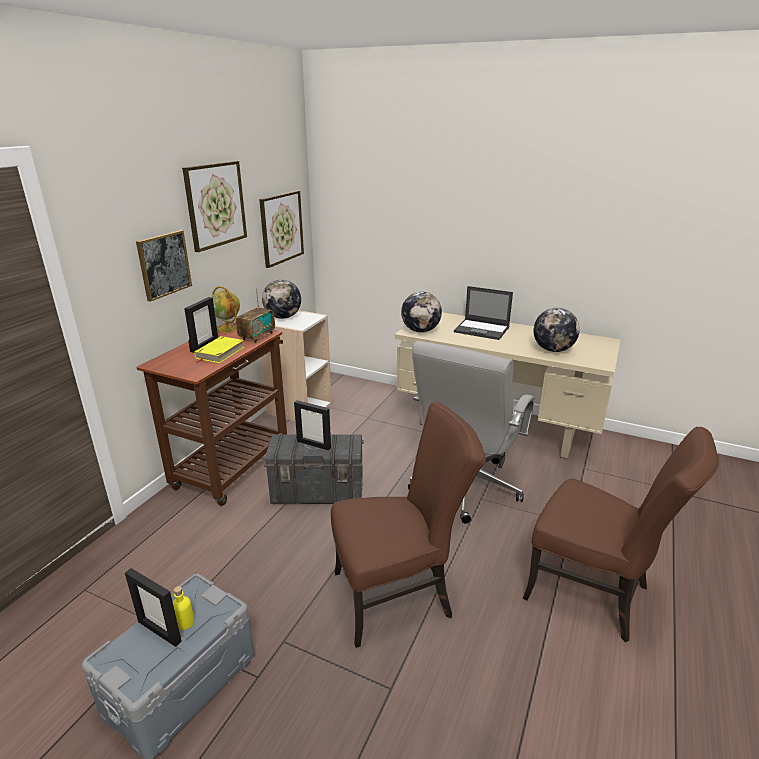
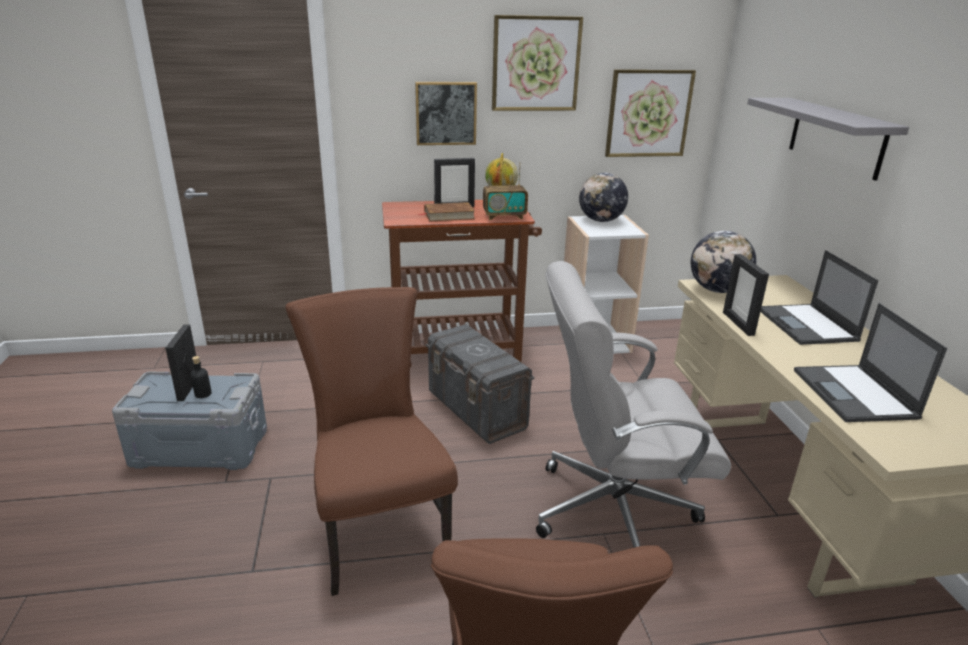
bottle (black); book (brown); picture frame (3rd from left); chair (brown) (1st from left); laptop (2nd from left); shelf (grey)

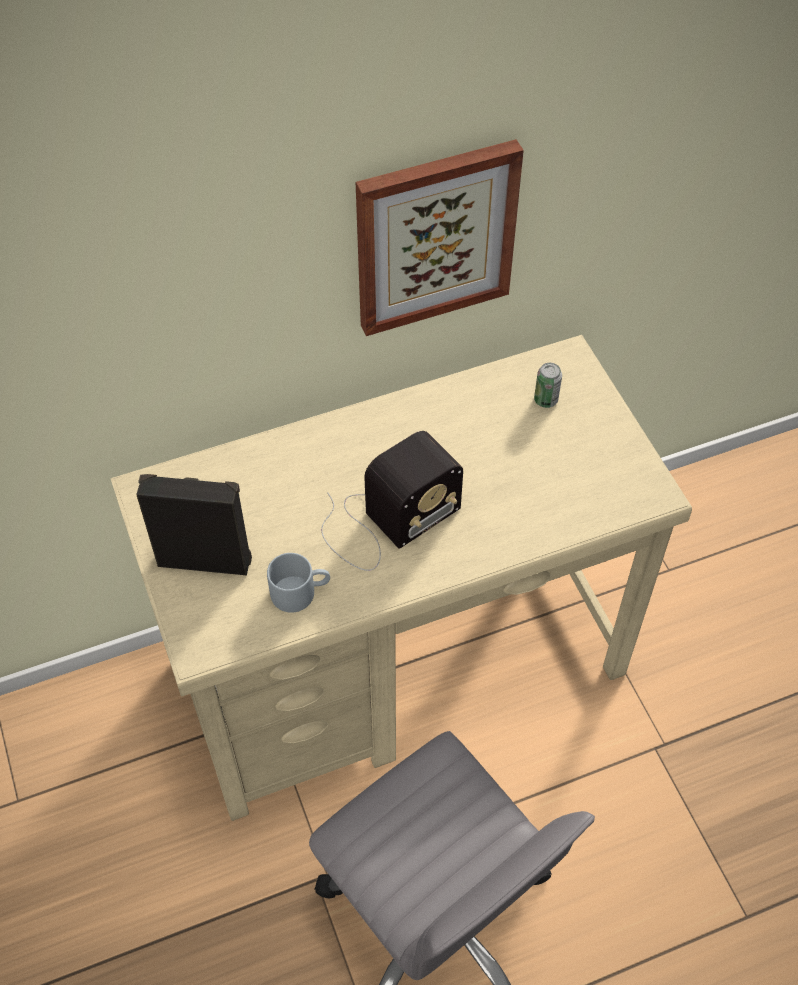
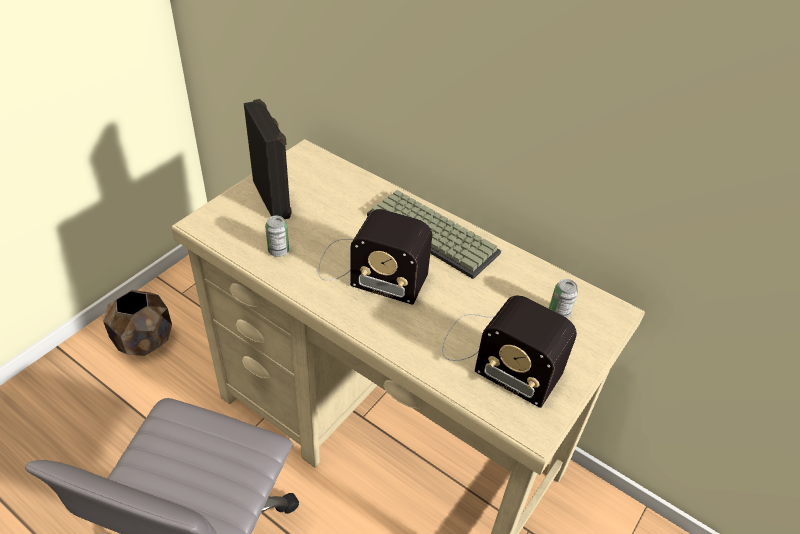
can (1st from left); picture; planter (brown); keyboard; radio (2nd from left)

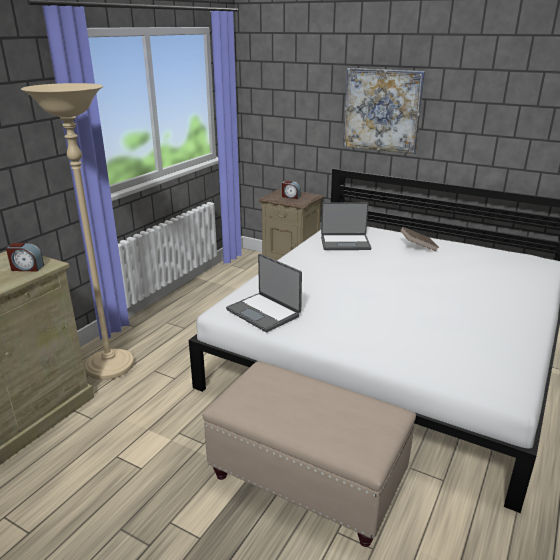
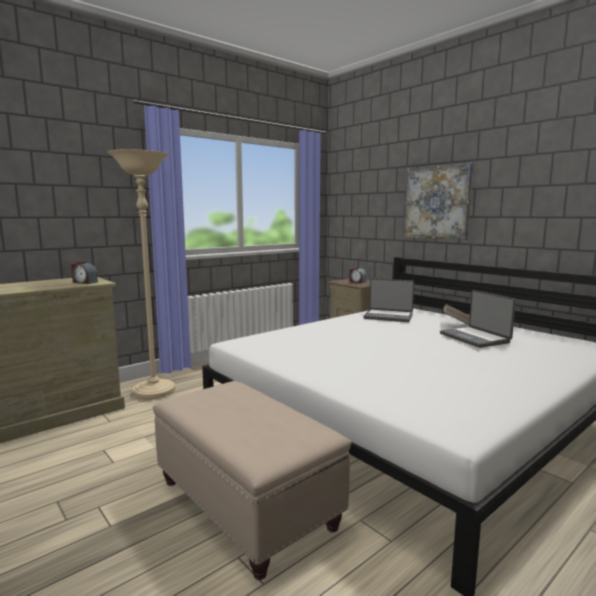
laptop (2nd from left)

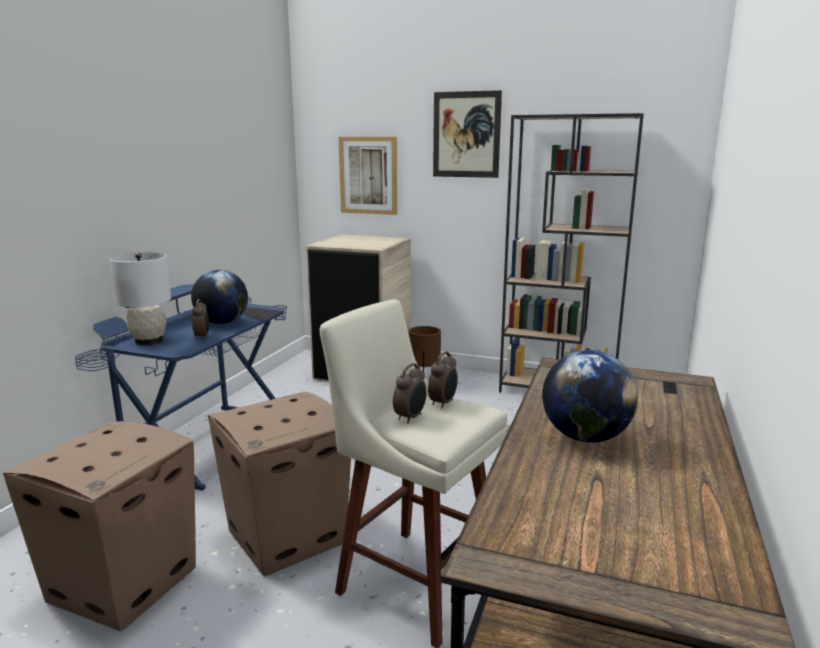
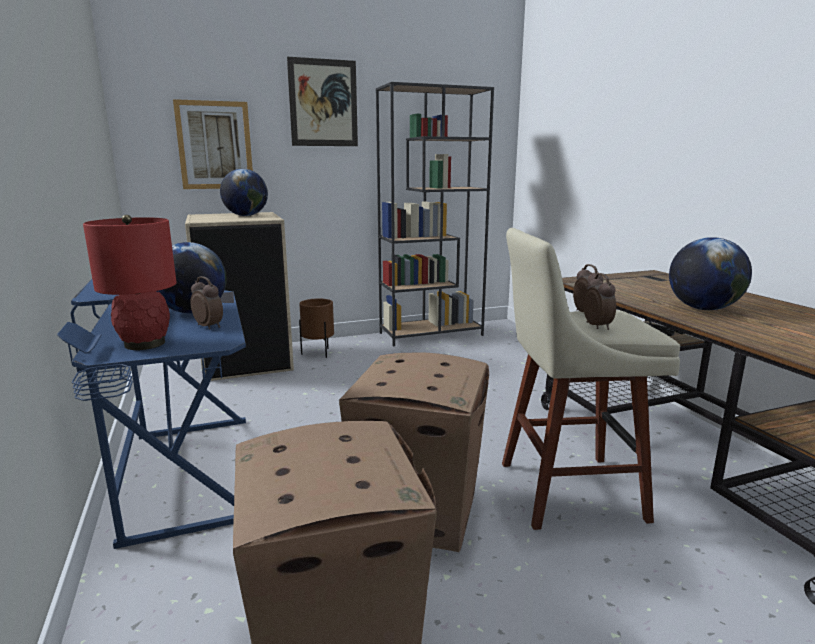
table lamp (red); globe (2nd from left)

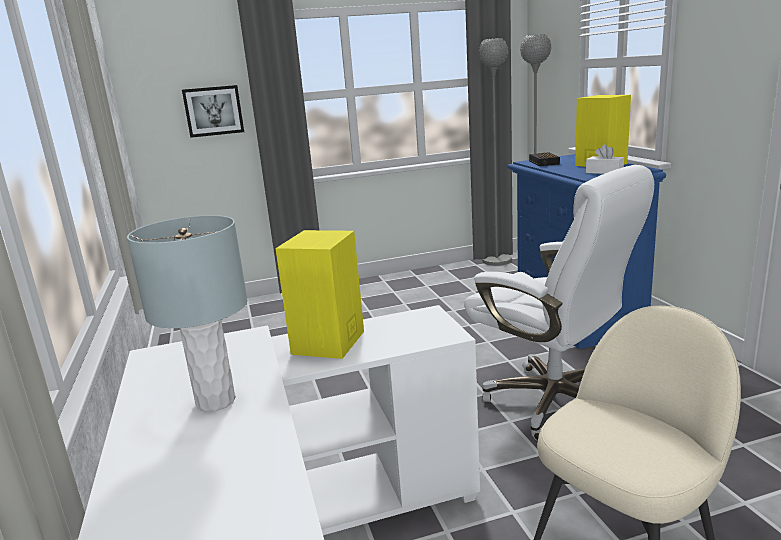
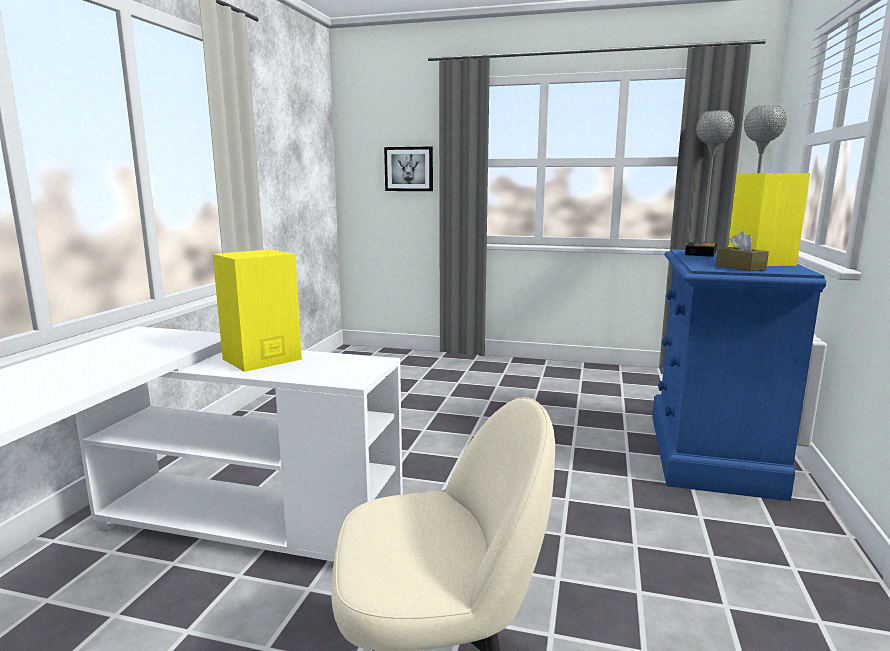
table lamp (grey); office chair (white); tissue box (brown)

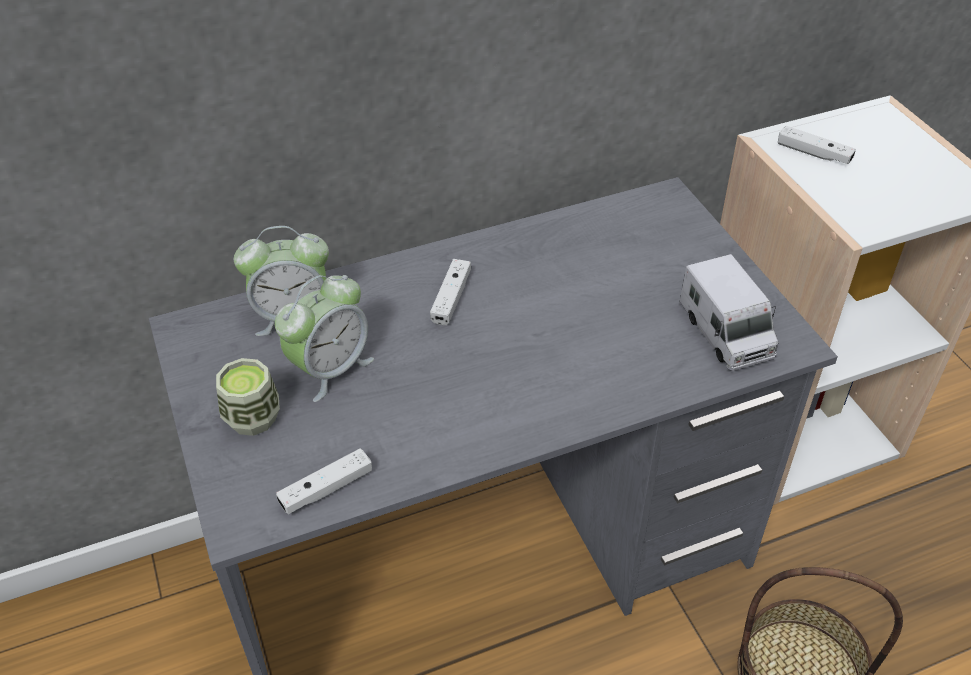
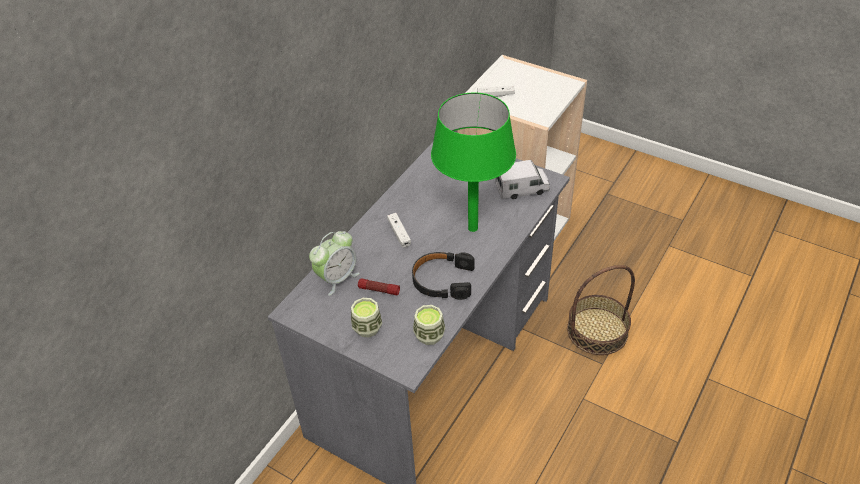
flashlight; cup (2nd from left); toy truck; headphones (black); table lamp (green)

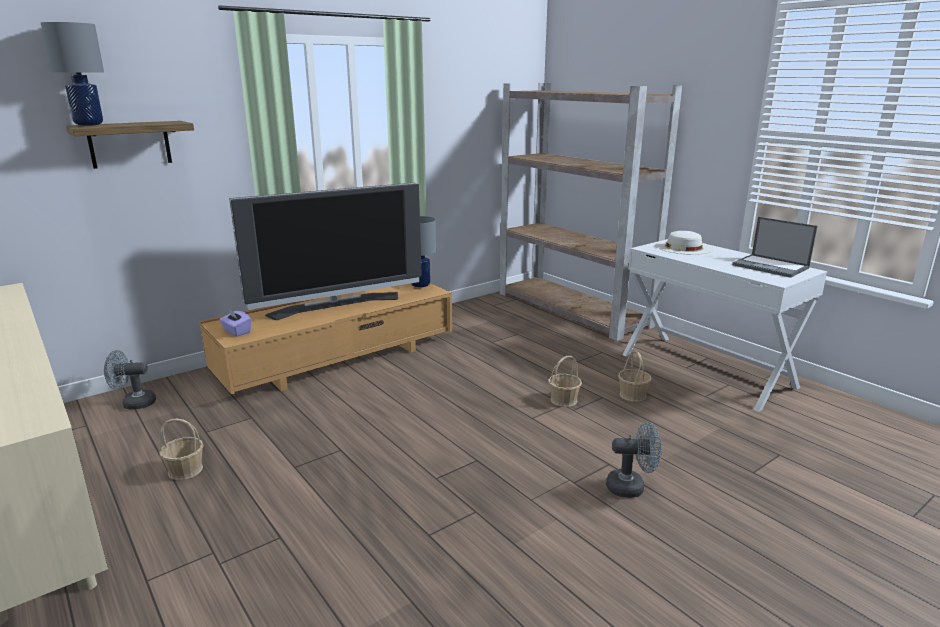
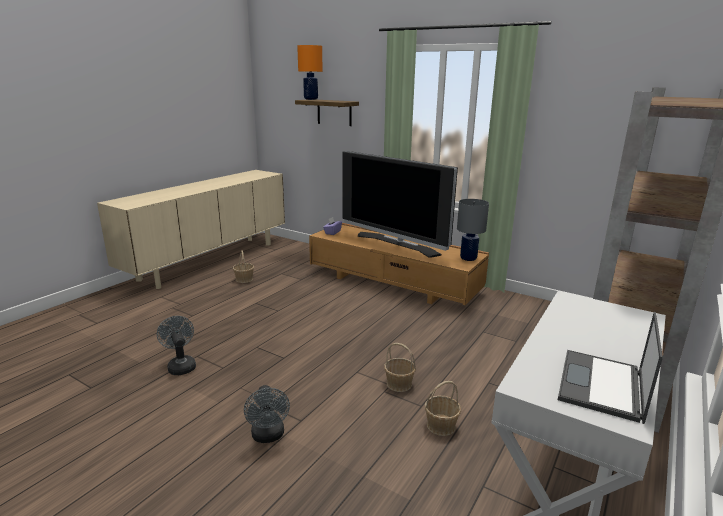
table lamp (orange); fan (grey) (1st from left); hat (white)

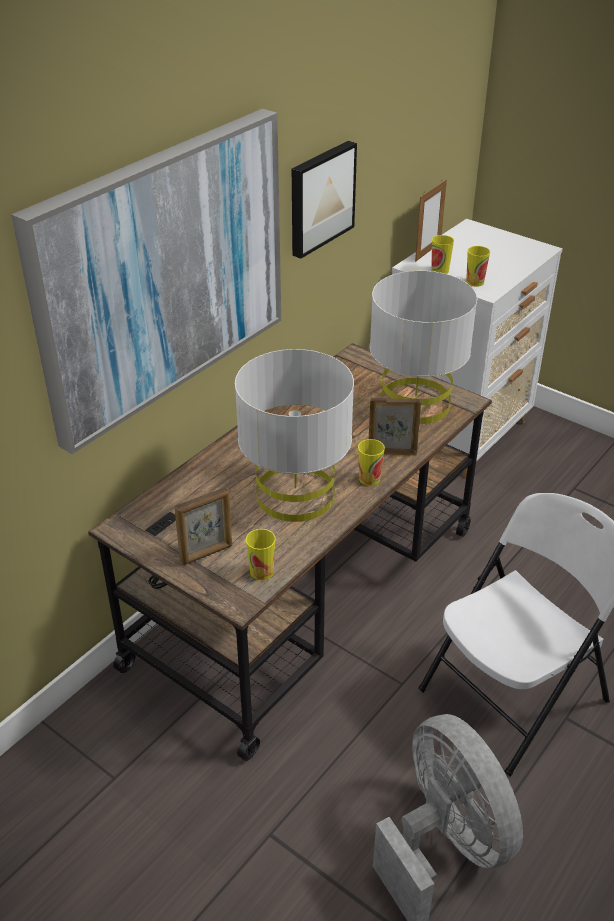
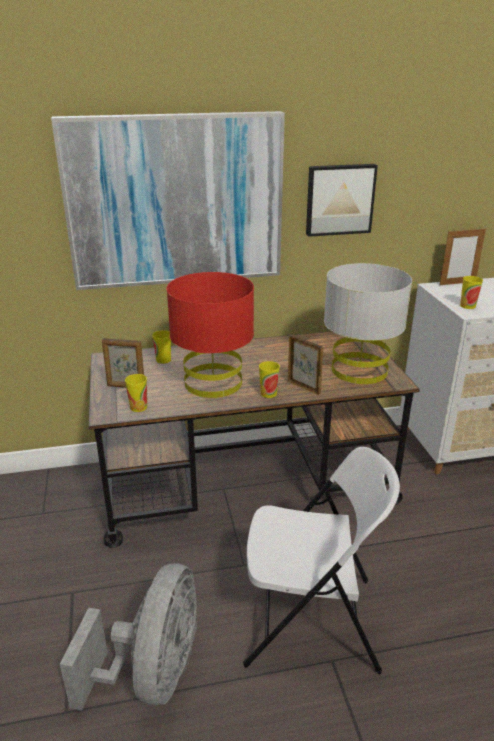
table lamp (red); cup (2nd from left)

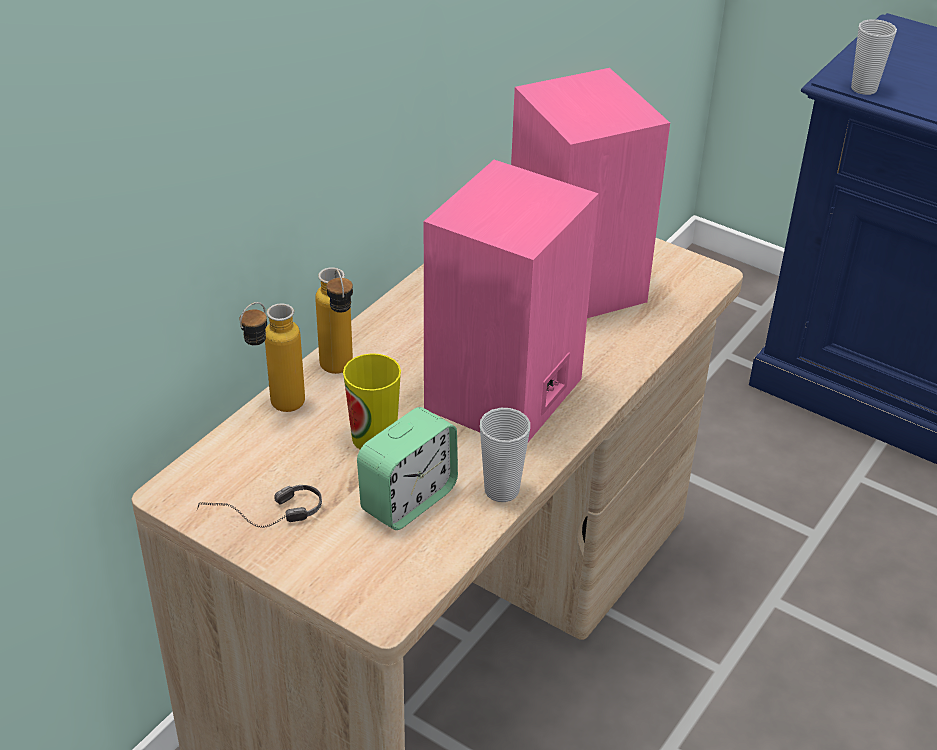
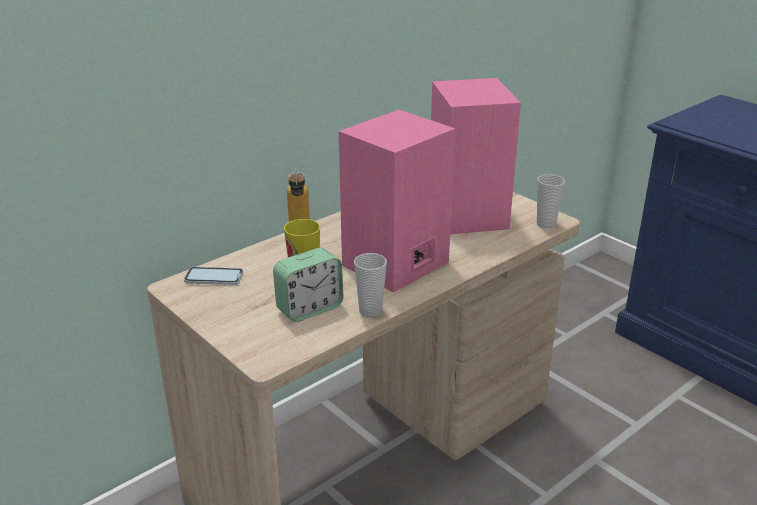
headphones; bottle (1st from left in the first image); cup (3rd from left); phone

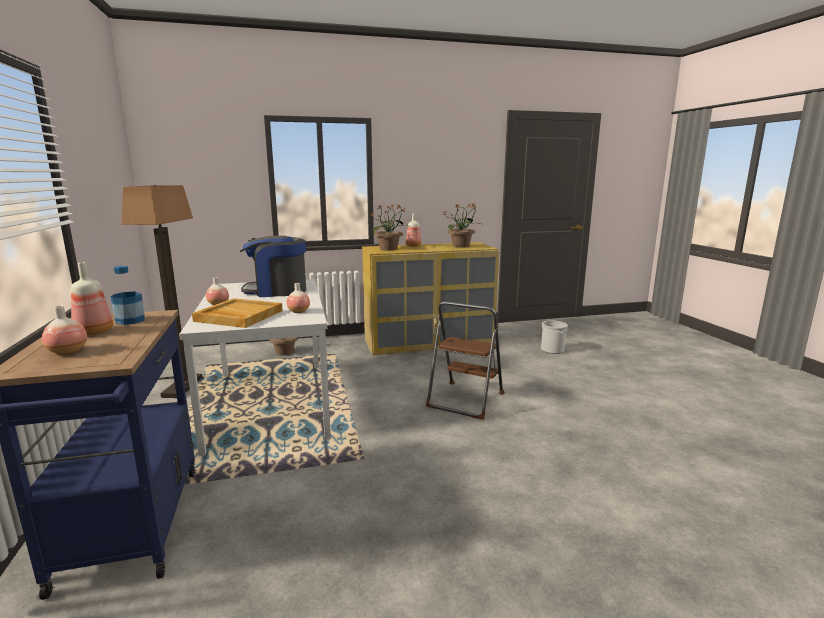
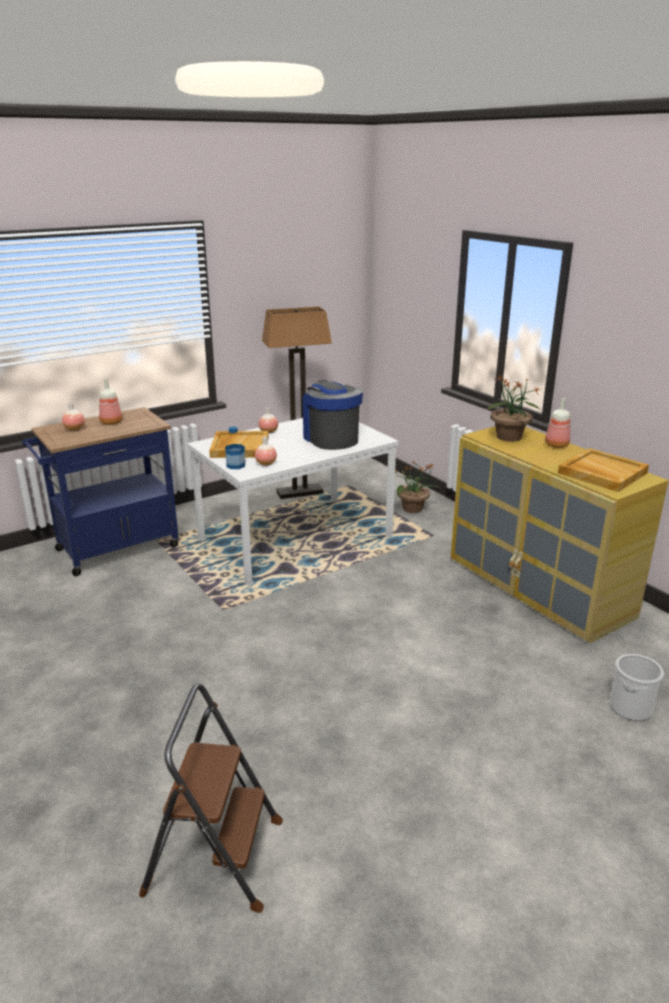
bottle (2nd from left); step ladder (brown); tray (beige) (2nd from left)

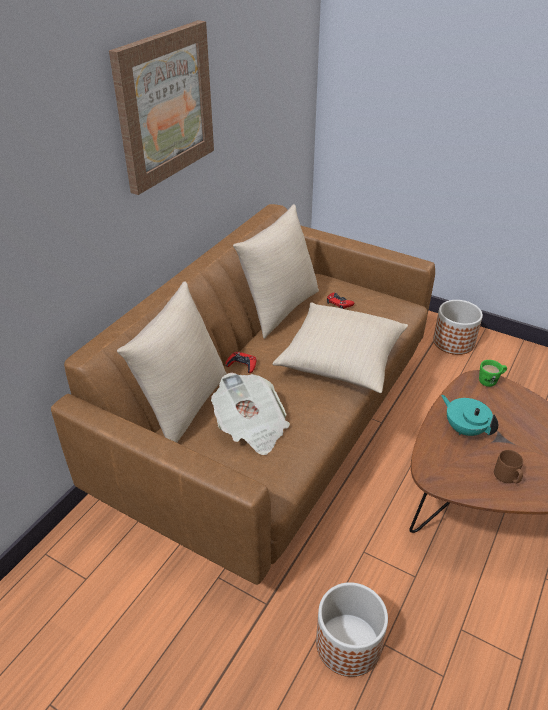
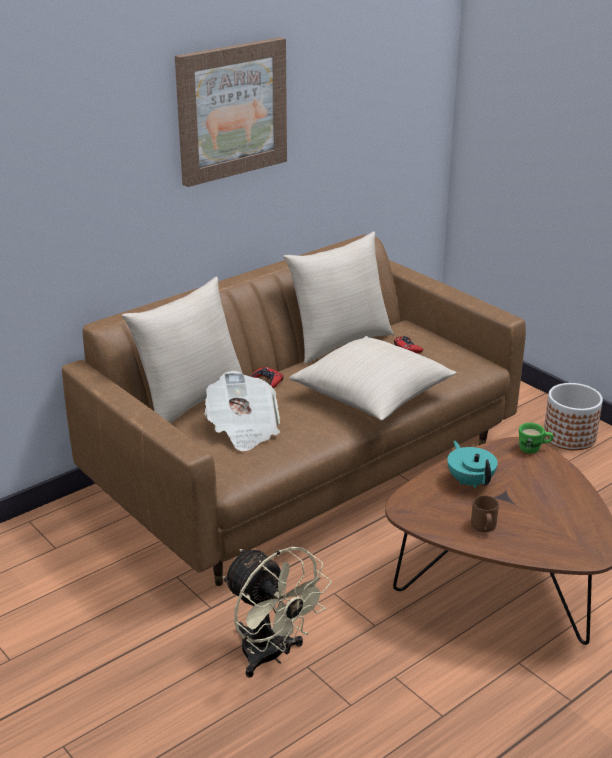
fan (beige)

